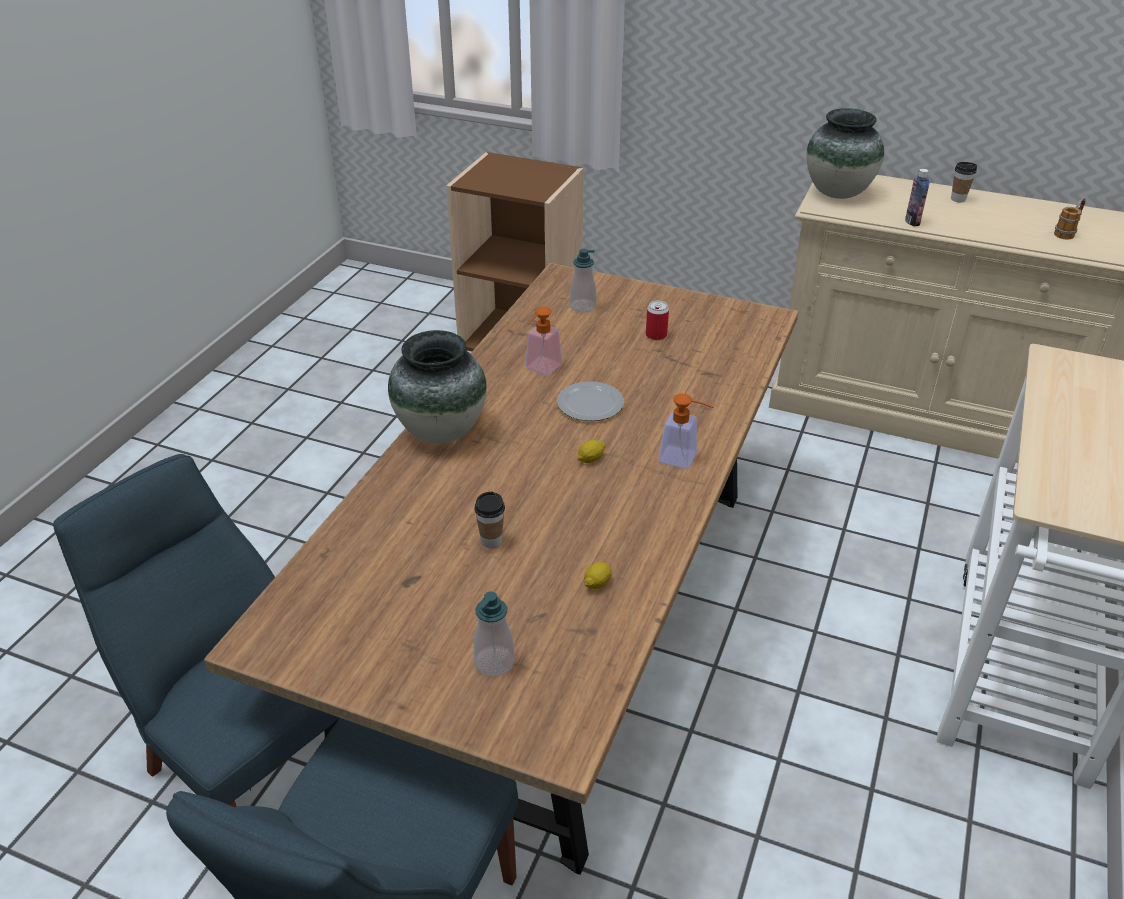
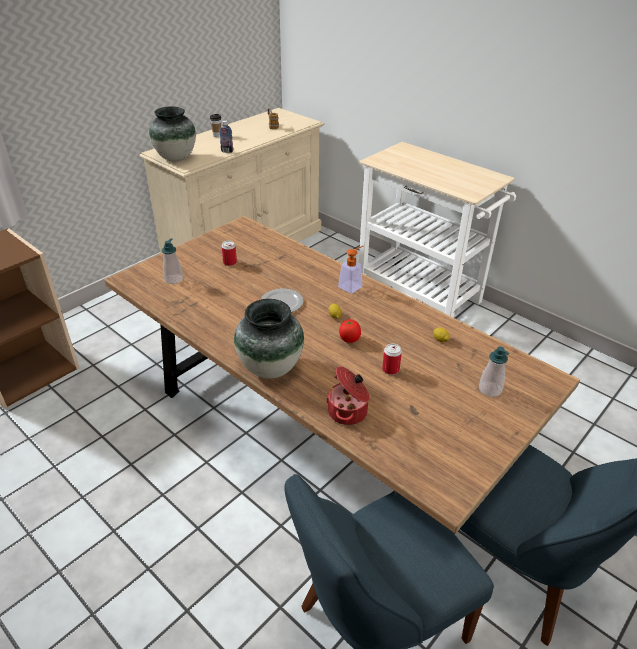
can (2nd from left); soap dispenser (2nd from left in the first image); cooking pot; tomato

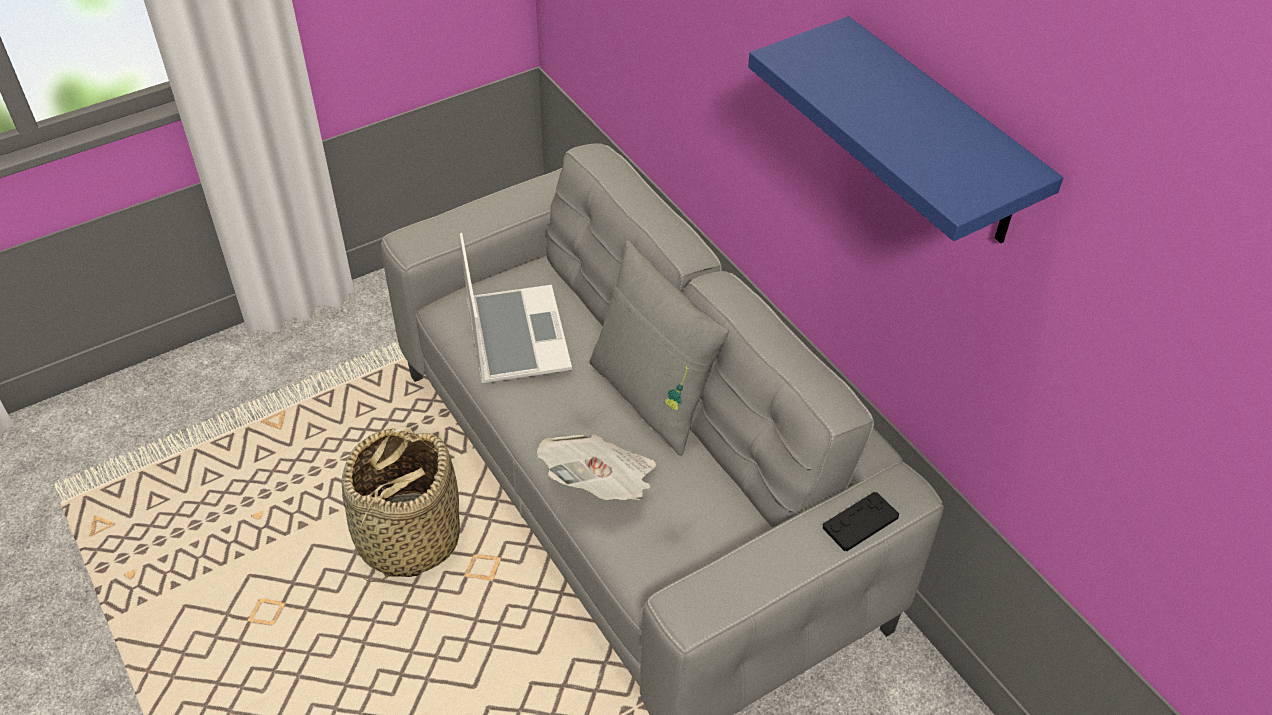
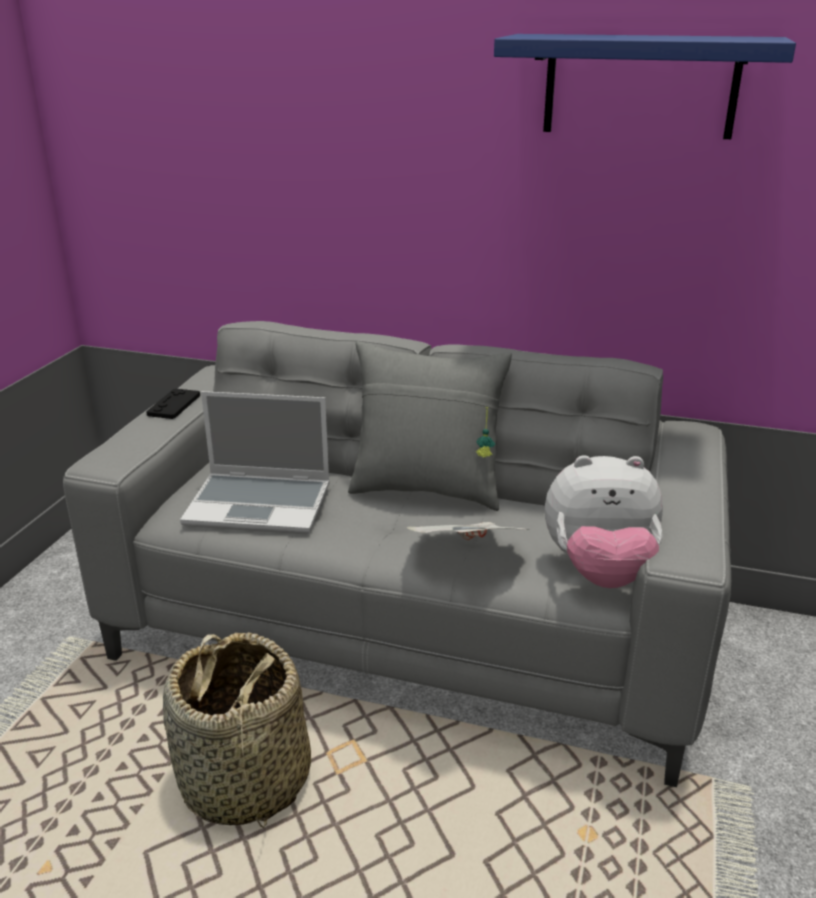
laptop; game controller (black); plush toy

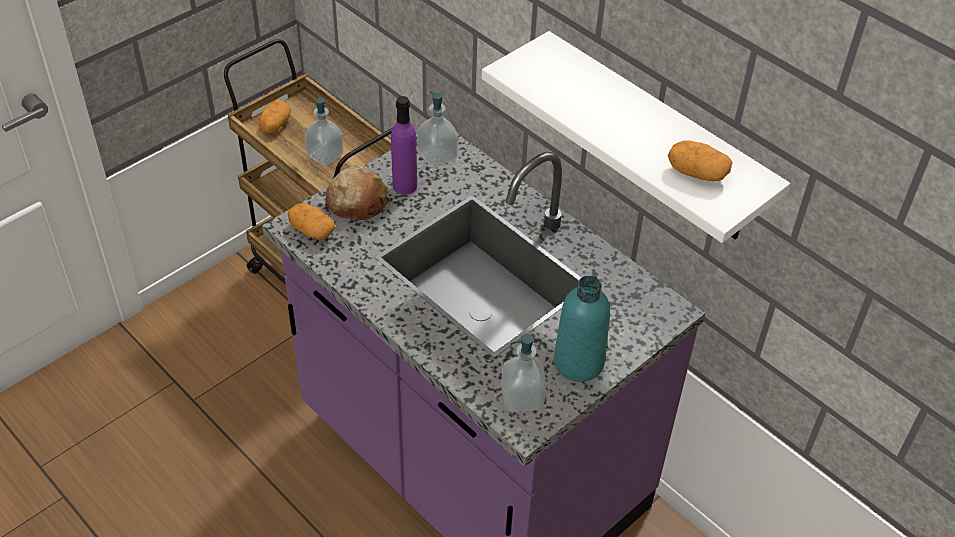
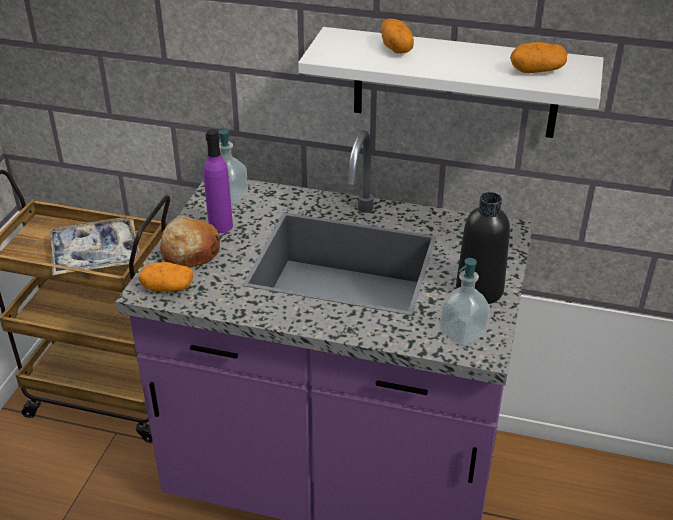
potato (2nd from left); tray; bottle (black)

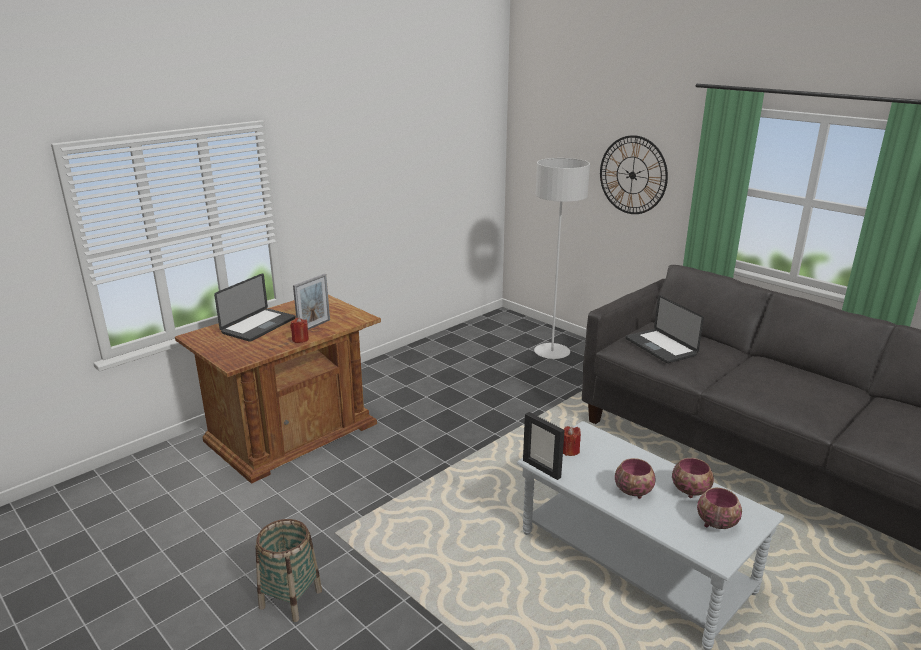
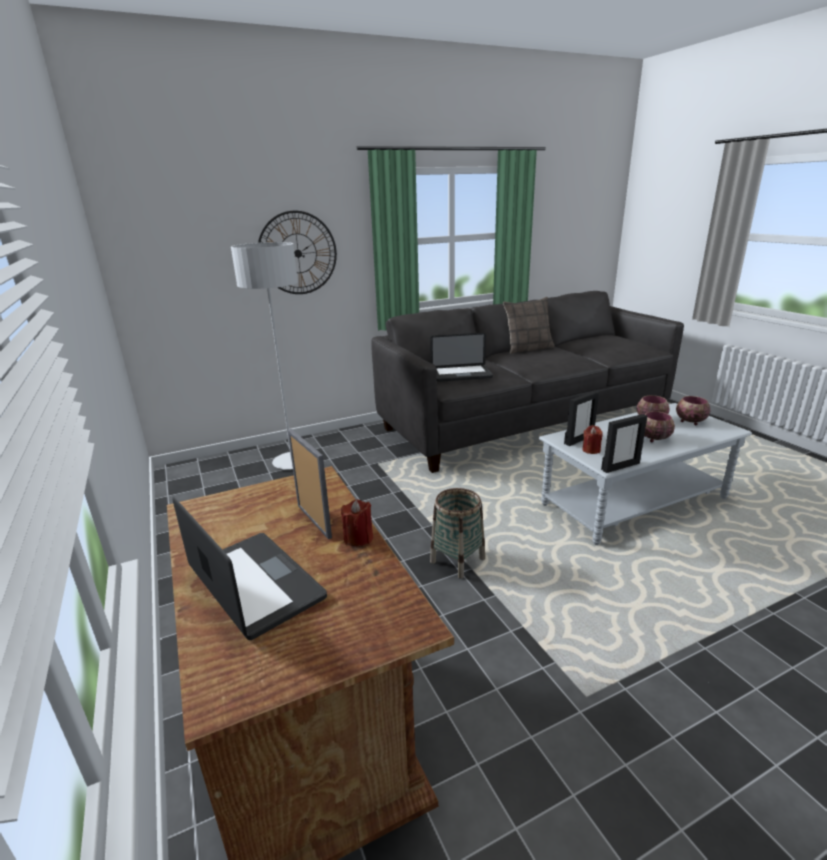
basket; pillow; picture frame (2nd from left)

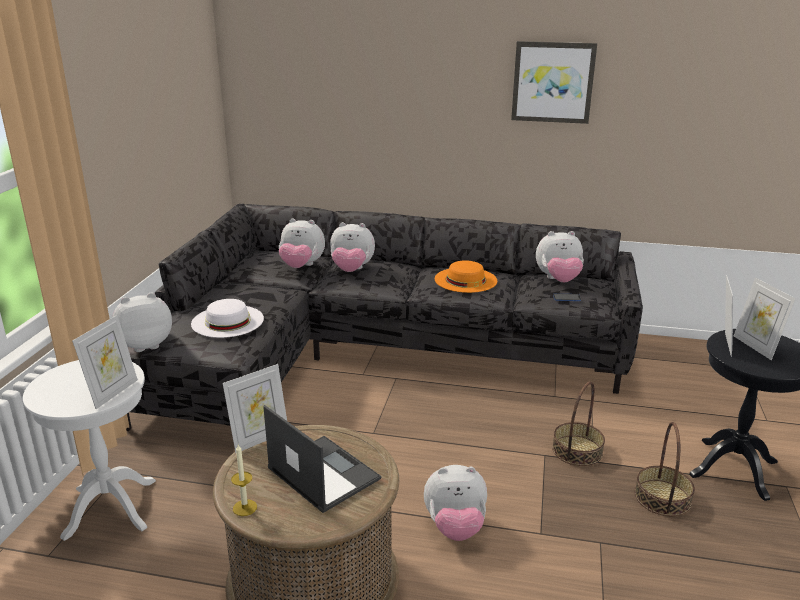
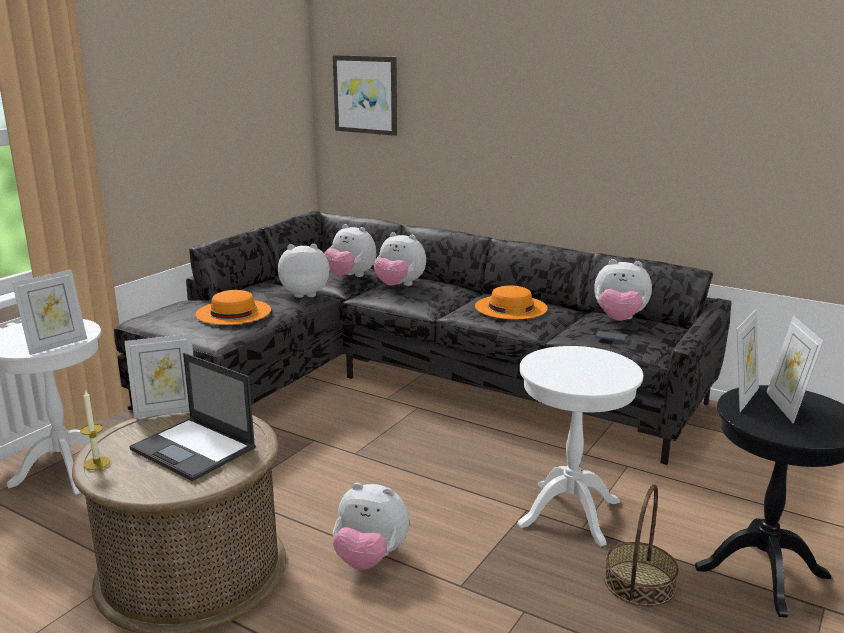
plush toy (1st from left); hat (orange) (1st from left); laptop; picture; side table (white) (2nd from left)

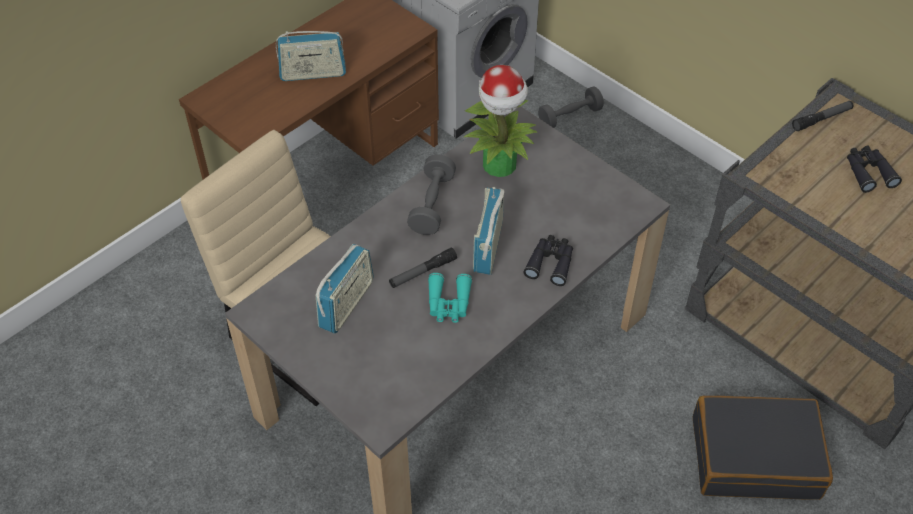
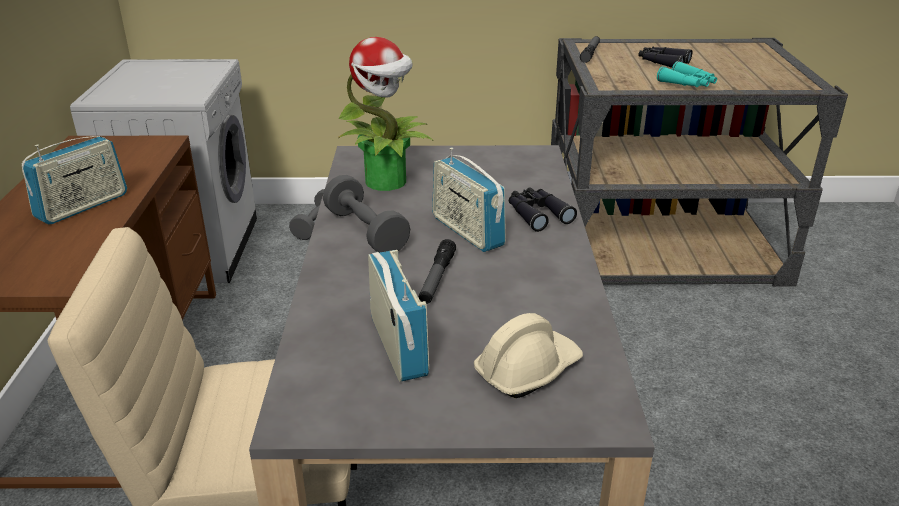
binoculars (turquoise); suitcase (black); hard hat (beige)

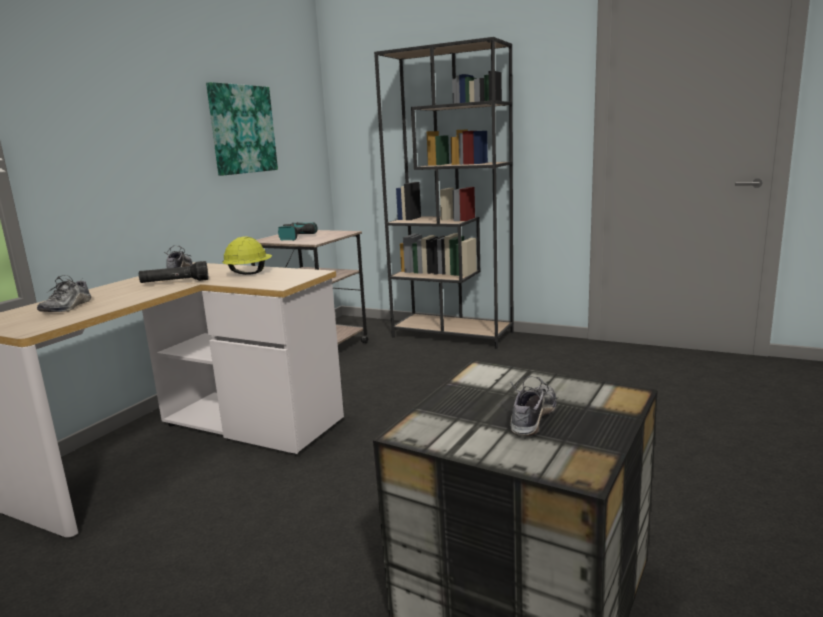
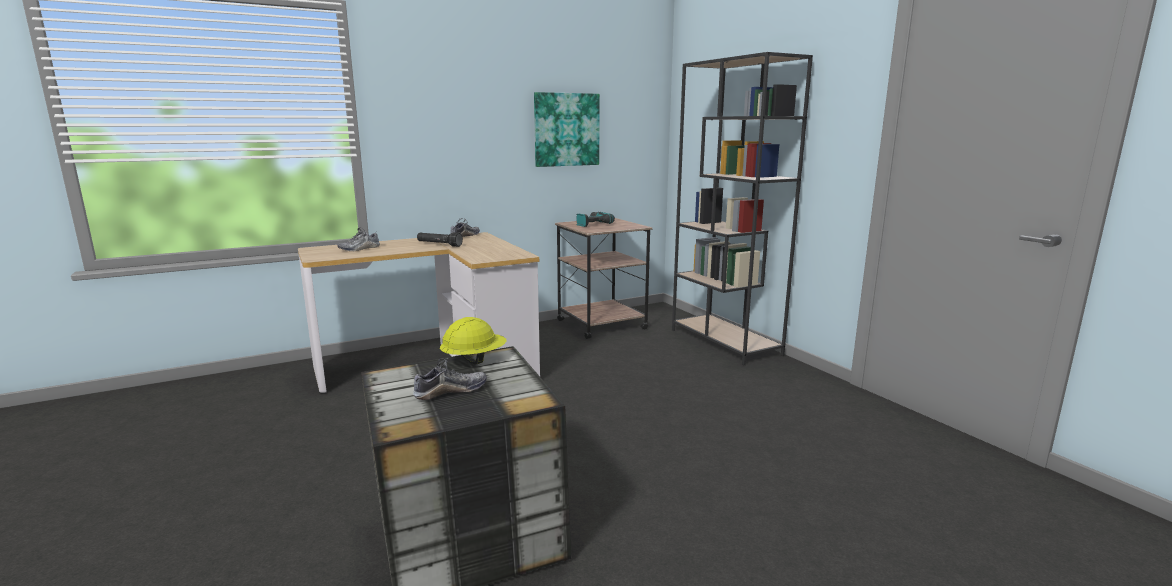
hard hat (yellow)

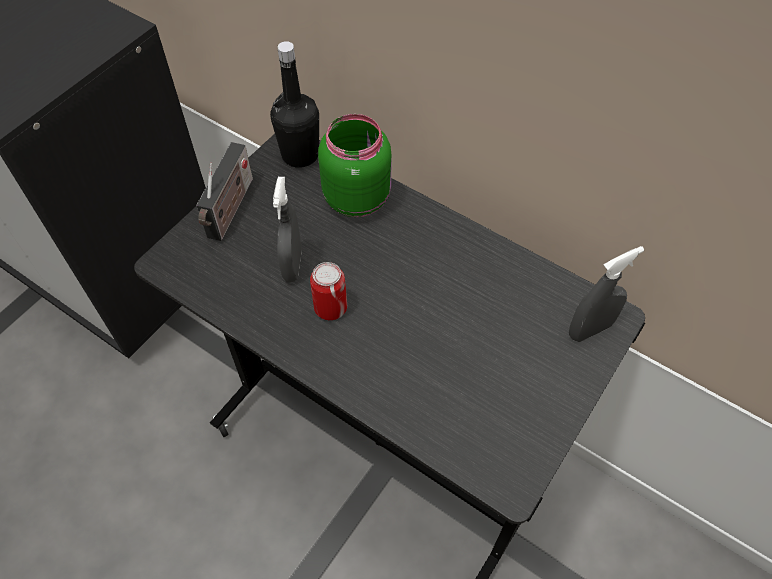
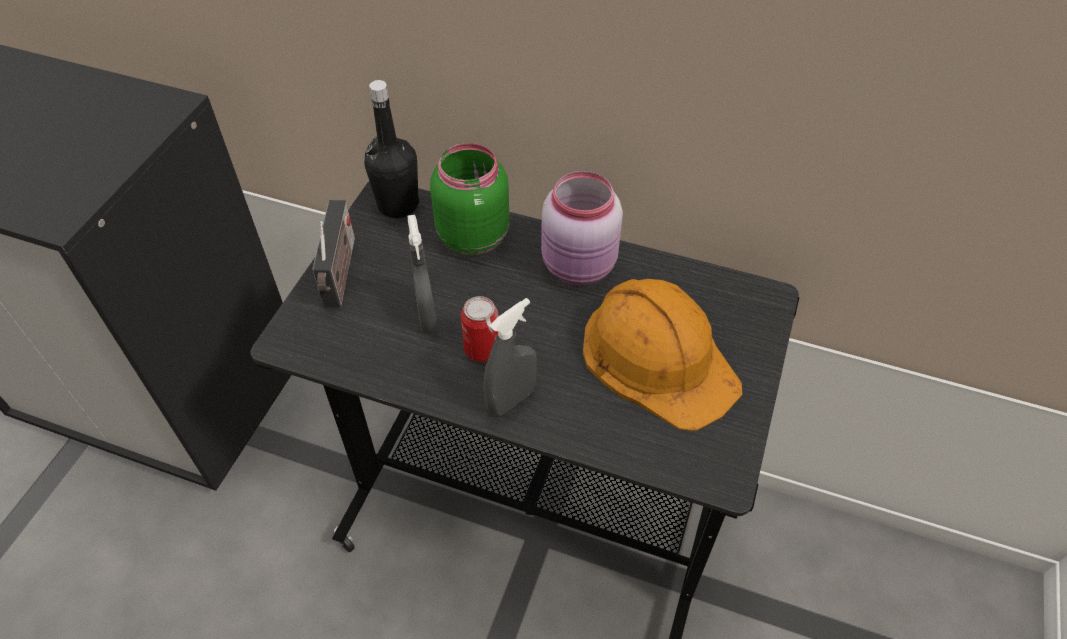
spray bottle (grey) (2nd from left); jar (pink); hard hat (orange)

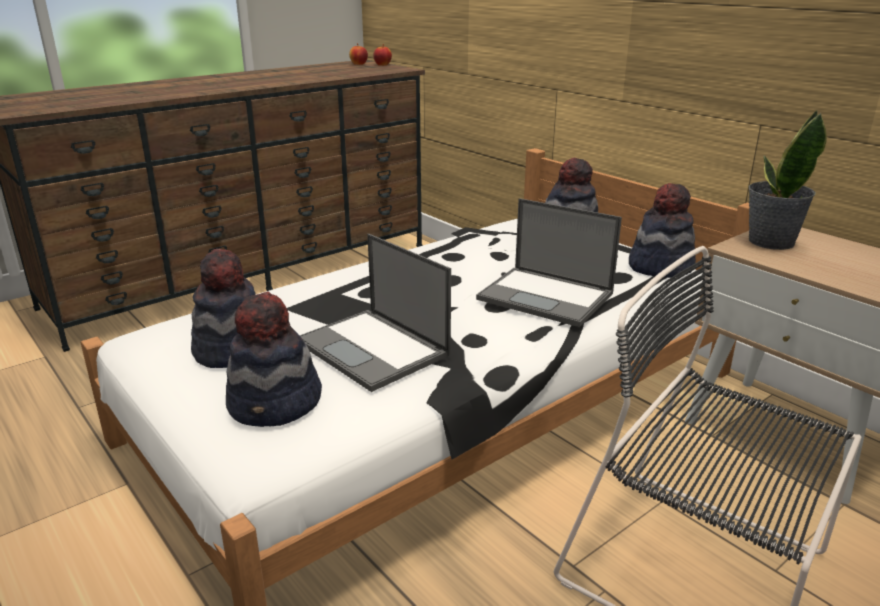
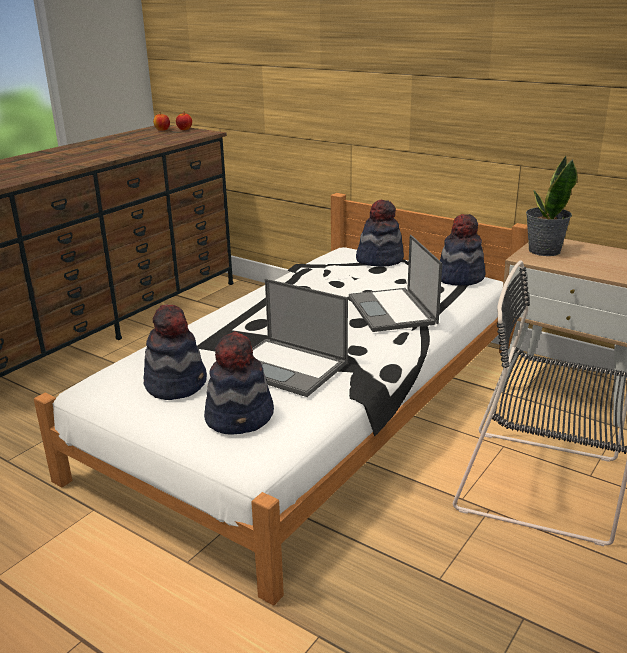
laptop (2nd from left)

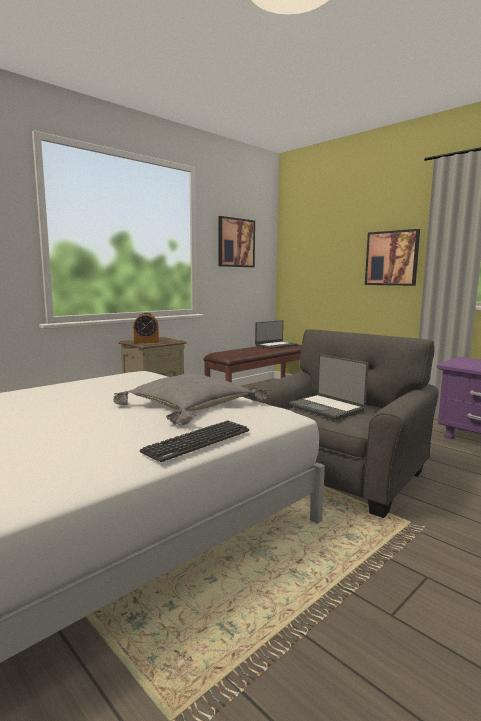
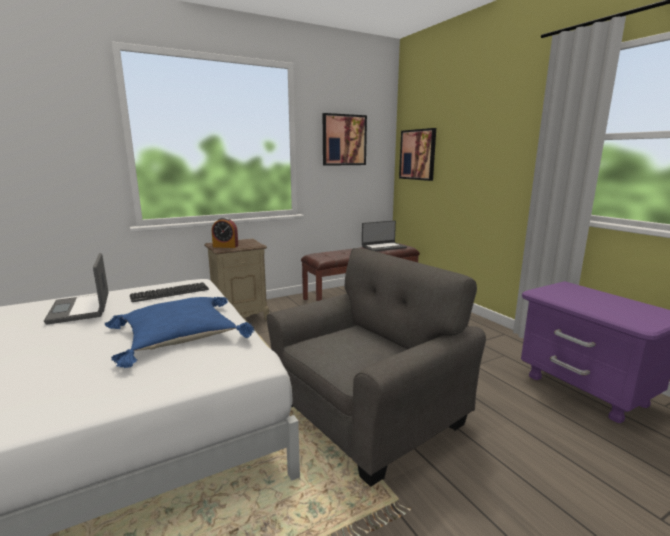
pillow (blue); keyboard; laptop (1st from left); picture (2nd from left)

